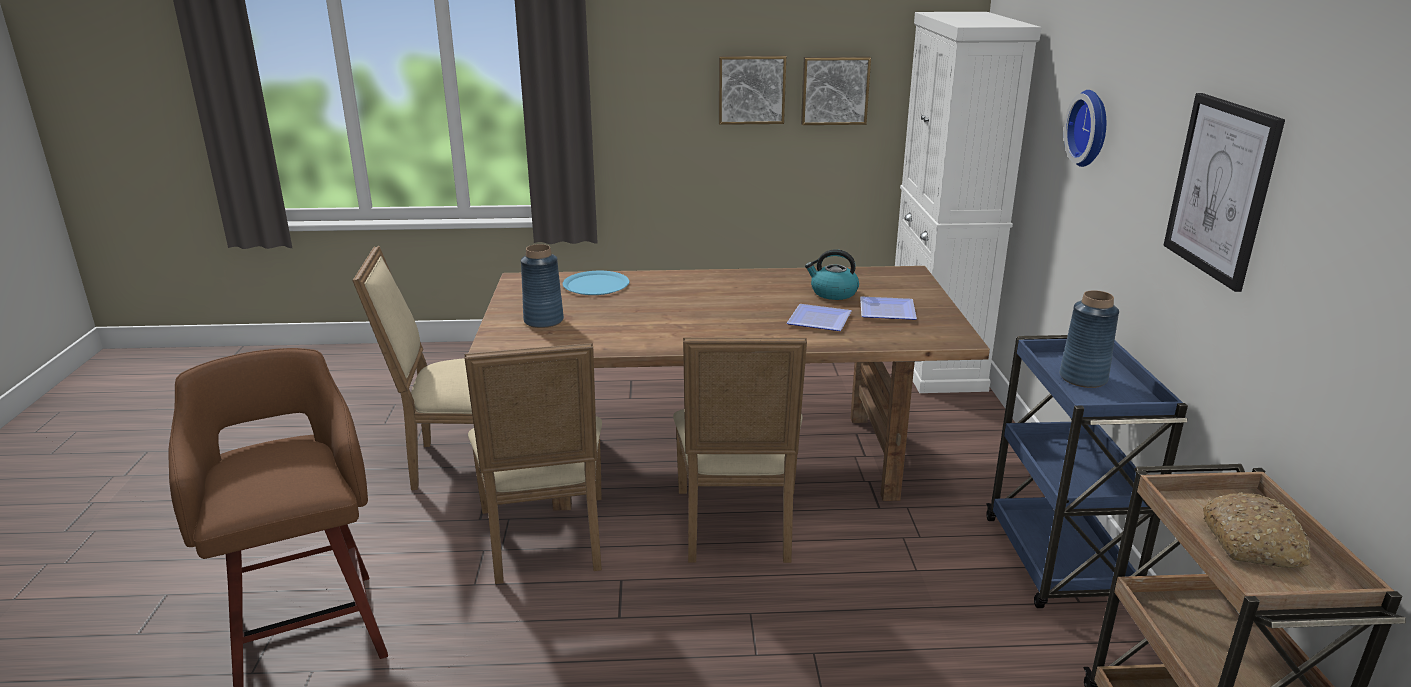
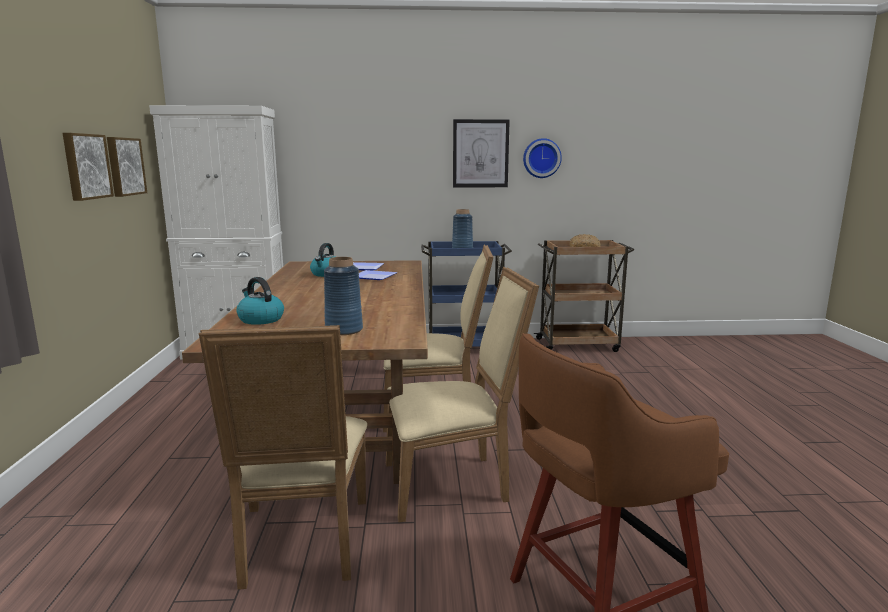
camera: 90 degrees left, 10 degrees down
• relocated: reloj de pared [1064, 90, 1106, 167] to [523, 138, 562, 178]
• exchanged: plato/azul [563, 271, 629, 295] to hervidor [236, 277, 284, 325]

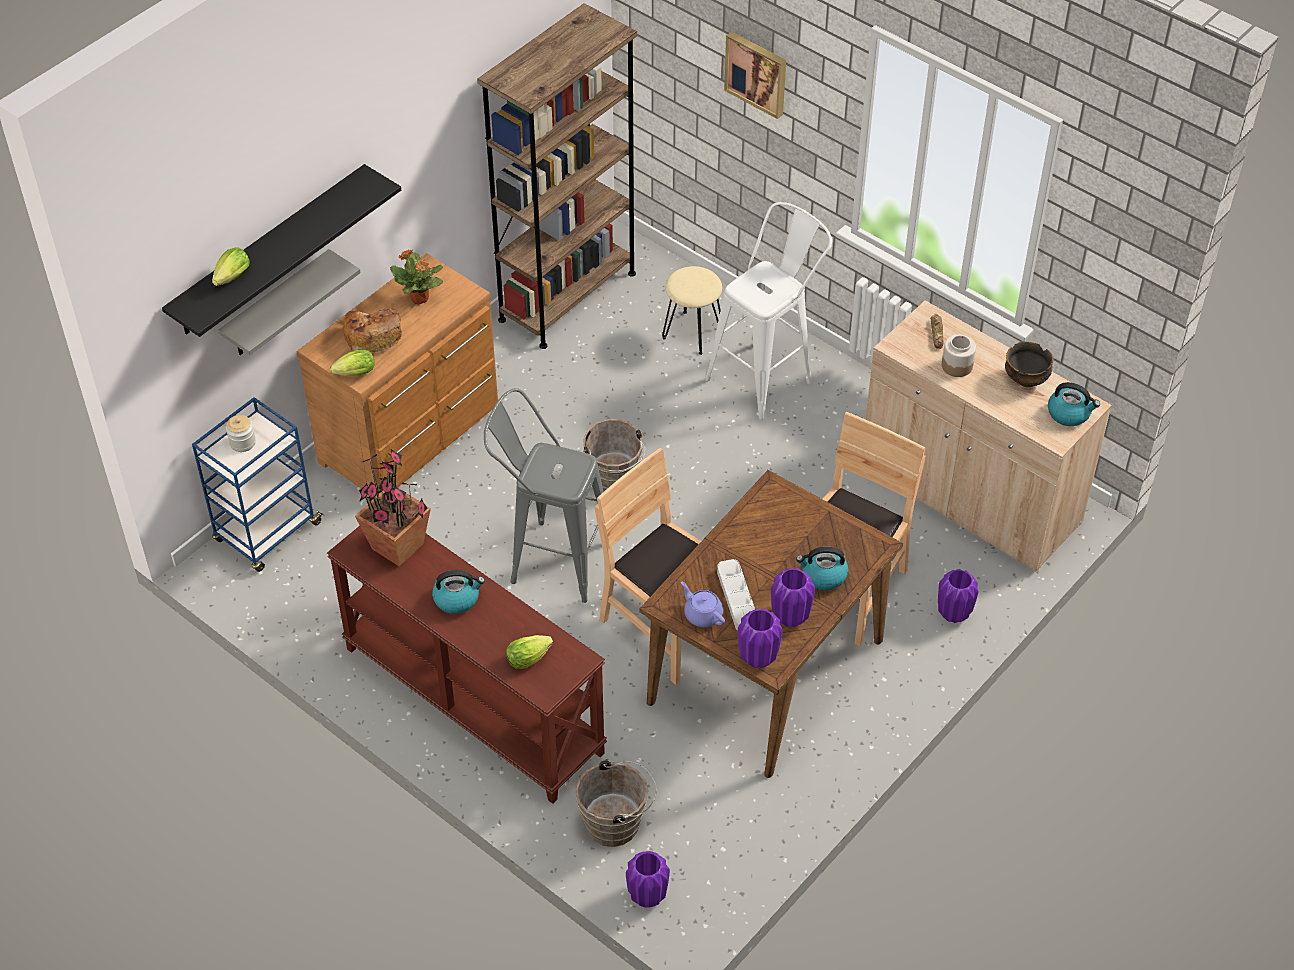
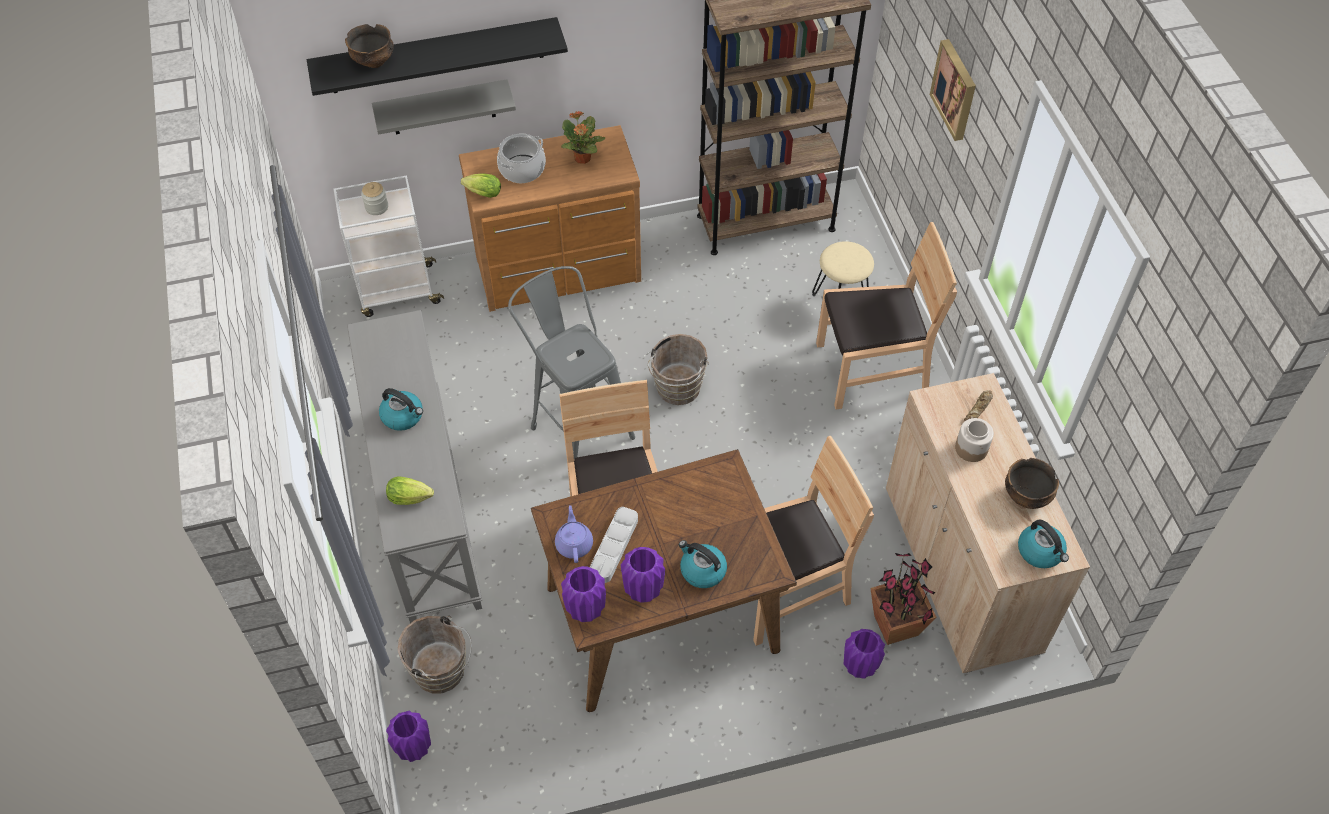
camera: 35 degrees right, 5 degrees up
• relocated: planta en maceta [355, 449, 431, 567] to [870, 553, 937, 645]
• exchanged: lechuga [212, 247, 250, 286] to cuenco [345, 24, 394, 68]
• exchanged: pan [343, 308, 402, 353] to olla [497, 134, 546, 183]
• exchanged: taburete/blanco [705, 202, 832, 420] to silla/marrón [816, 222, 957, 410]
• colour: carrito/azul [192, 397, 325, 572] to carrito/blanco [334, 175, 444, 317]
• colour: mesa consola/marrón [327, 526, 607, 804] to mesa consola/gris [347, 310, 482, 623]

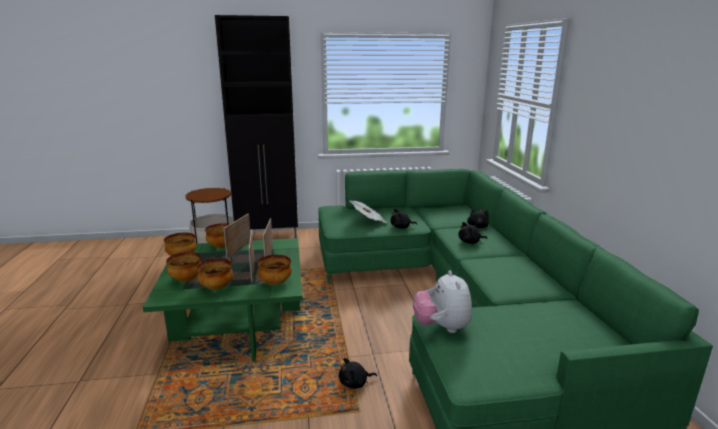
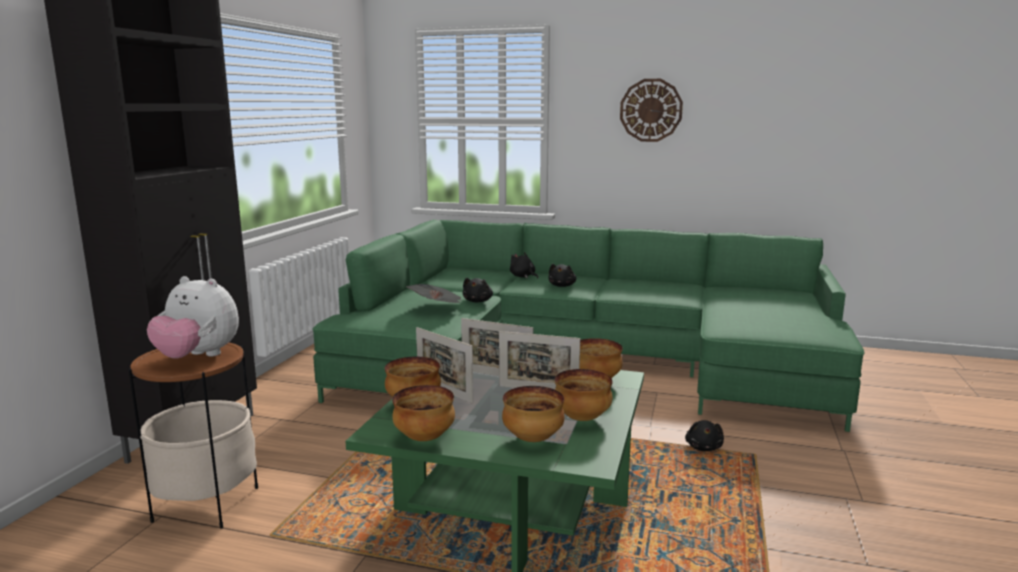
camera: 65 degrees left, 5 degrees down
• appeared: reloj de pared [620, 79, 683, 142]
• relocated: peluche [413, 271, 472, 333] to [147, 276, 239, 359]

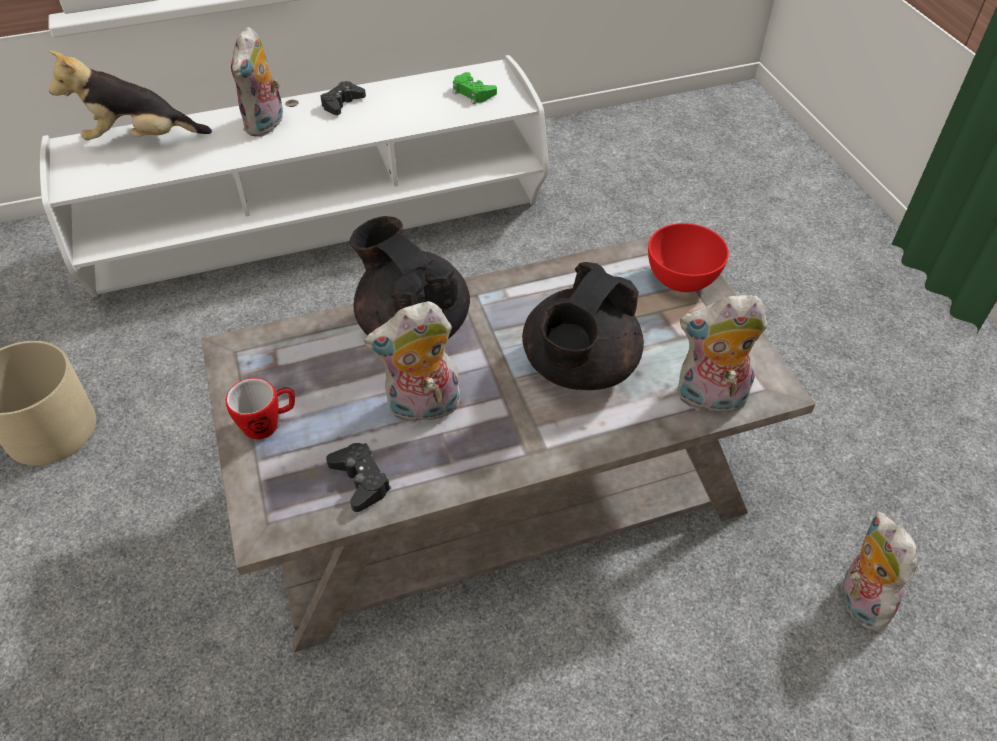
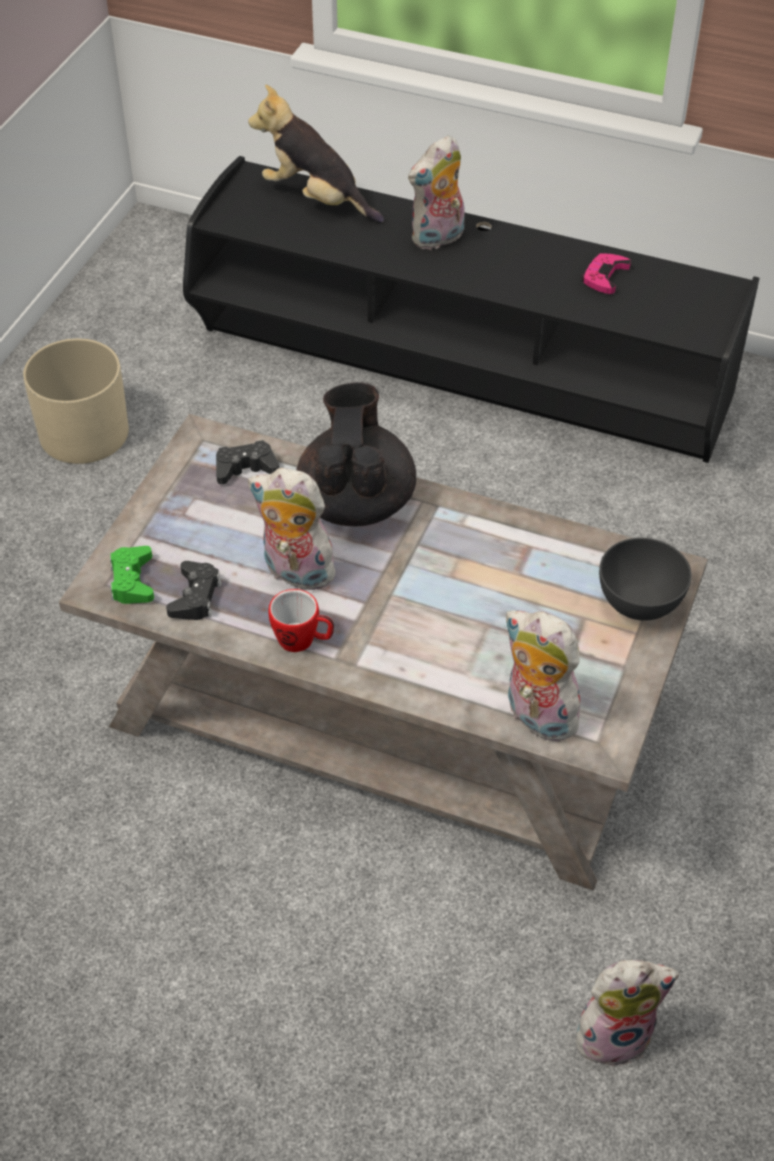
camera: 40 degrees right, 0 degrees up
• missing: tetera/negro [522, 262, 644, 390]
• appeared: mando de consola/rosa [582, 253, 631, 294]
• relocated: taza grande [226, 378, 295, 440] to [268, 589, 334, 652]
• relocated: mando de consola/negro [321, 81, 366, 115] to [216, 440, 279, 484]
• relocated: mando de consola/verde [453, 72, 497, 104] to [110, 546, 154, 604]
• colour: mueble de televisión/blanco [40, 55, 549, 297] to mueble de televisión/negro [183, 156, 759, 463]
• colour: cuenco/rojo [648, 223, 729, 292] to cuenco/gris [599, 538, 692, 621]
• spun: peluche [841, 511, 919, 632] = [576, 960, 679, 1069] 45 degrees clockwise

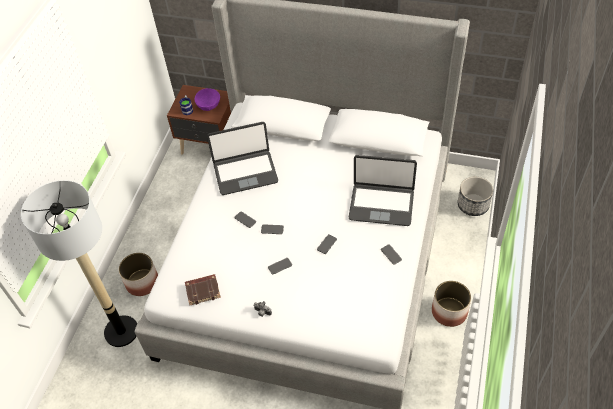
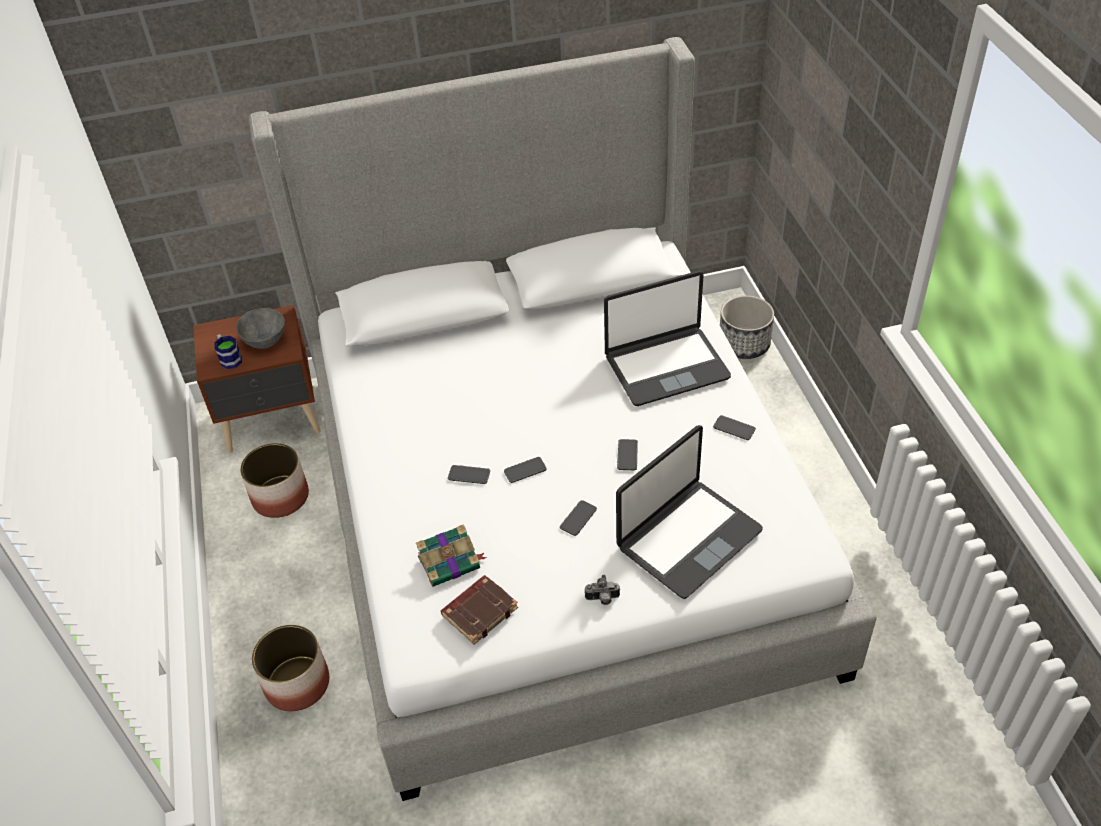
camera: 30 degrees left, 5 degrees down
• missing: lámpara de pie [21, 180, 137, 347]
• appeared: libro [416, 524, 487, 587]
• relocated: portátil [207, 122, 278, 195] to [616, 425, 763, 599]
• relocated: maceta [432, 281, 471, 327] to [240, 443, 309, 518]
• colour: cuenco/morado [195, 88, 220, 111] to cuenco/gris [236, 308, 285, 349]

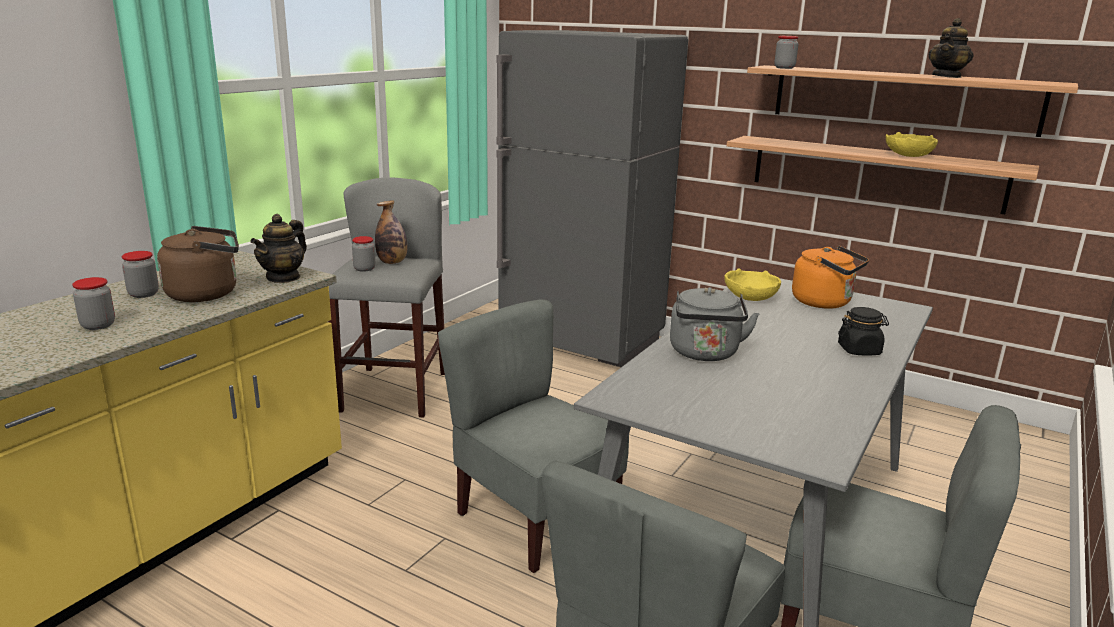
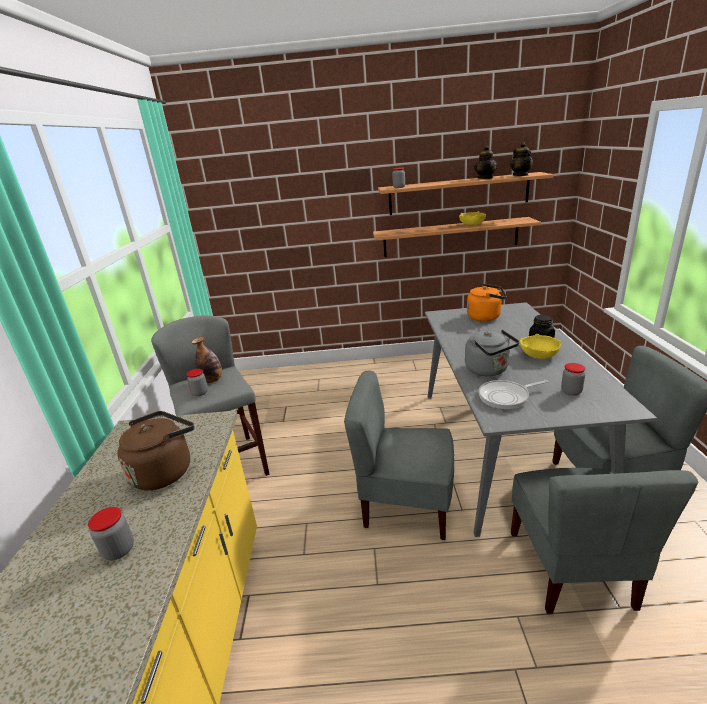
camera: 30 degrees left, 5 degrees up
• missing: nevera/gris [496, 30, 688, 367]
• appeared: sartén [478, 380, 548, 409]
• relocated: tarro [122, 251, 159, 298] to [561, 363, 586, 396]
• relocated: tetera [250, 214, 307, 283] to [510, 142, 533, 176]
• relocated: cuenco/amarillo [724, 268, 781, 301] to [520, 334, 561, 359]

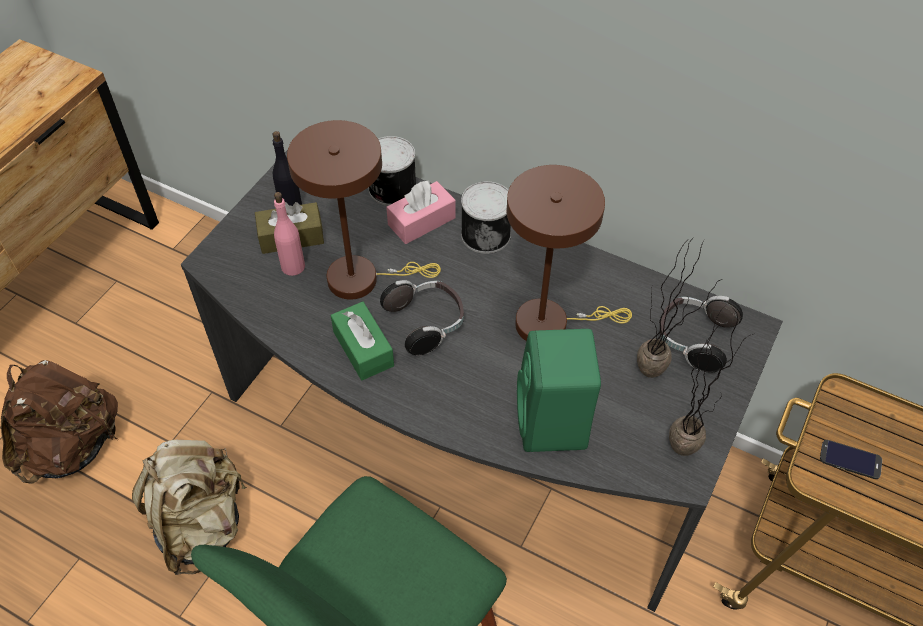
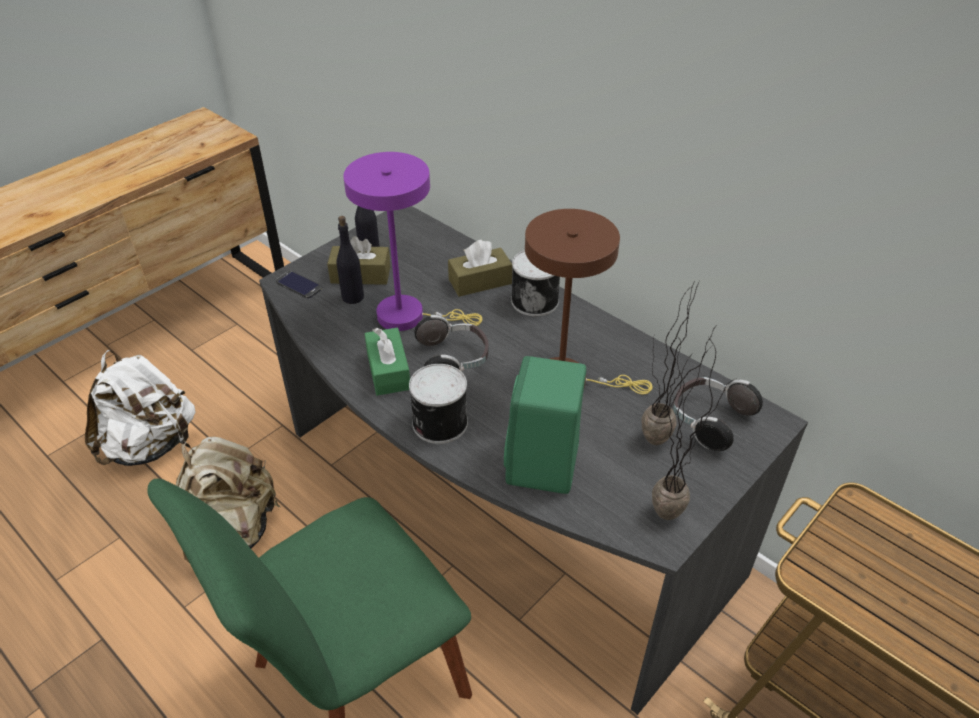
camera: 15 degrees right, 10 degrees down
• relocated: lata [369, 136, 416, 206] to [409, 364, 468, 444]
• relocated: móvil [820, 440, 882, 479] to [276, 271, 322, 298]
• colour: mochila/marrón [1, 360, 118, 484] to mochila/blanco [85, 350, 196, 466]
• colour: botella/rosa [274, 192, 305, 276] to botella/negro [336, 216, 364, 304]
• colour: lámpara de mesa/marrón [287, 120, 441, 300] to lámpara de mesa/morado [343, 152, 482, 331]
• colour: caja de pañuelos/rosa [386, 180, 456, 244] to caja de pañuelos/marrón [448, 240, 512, 297]

